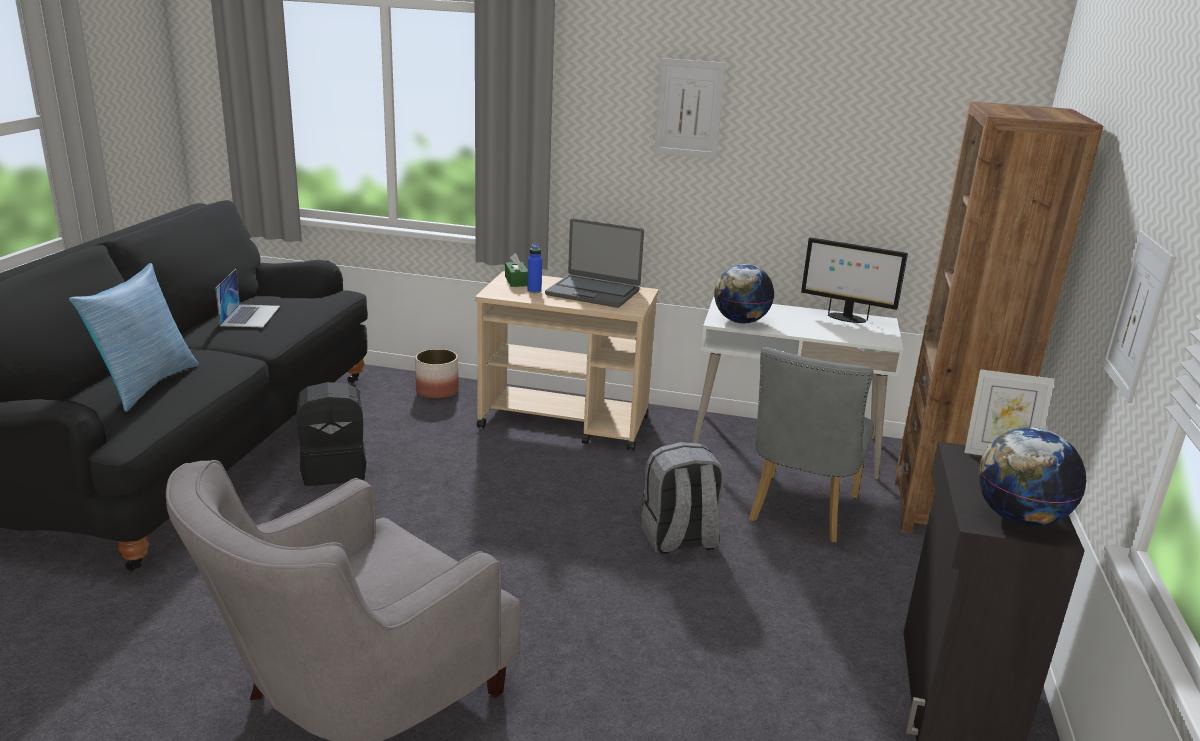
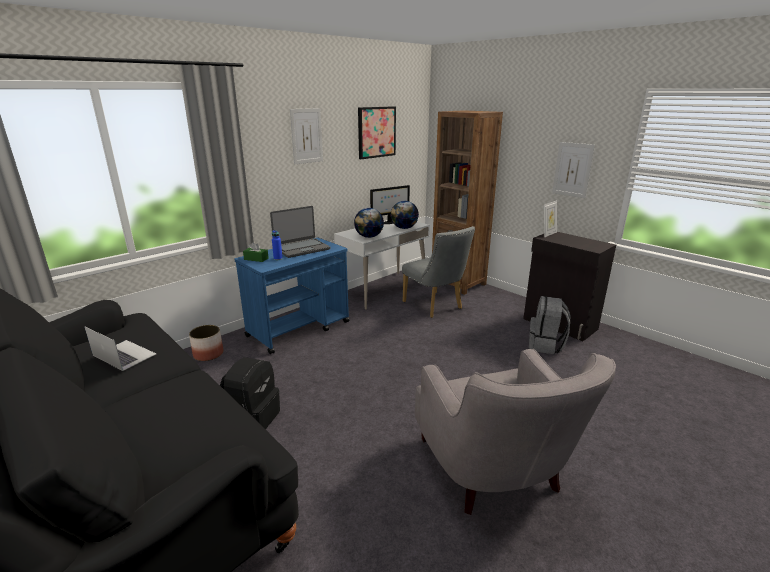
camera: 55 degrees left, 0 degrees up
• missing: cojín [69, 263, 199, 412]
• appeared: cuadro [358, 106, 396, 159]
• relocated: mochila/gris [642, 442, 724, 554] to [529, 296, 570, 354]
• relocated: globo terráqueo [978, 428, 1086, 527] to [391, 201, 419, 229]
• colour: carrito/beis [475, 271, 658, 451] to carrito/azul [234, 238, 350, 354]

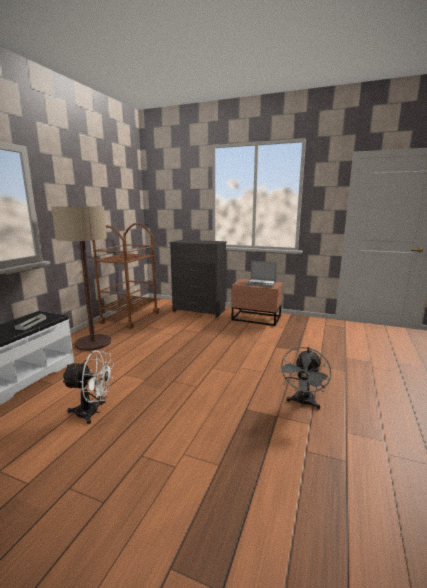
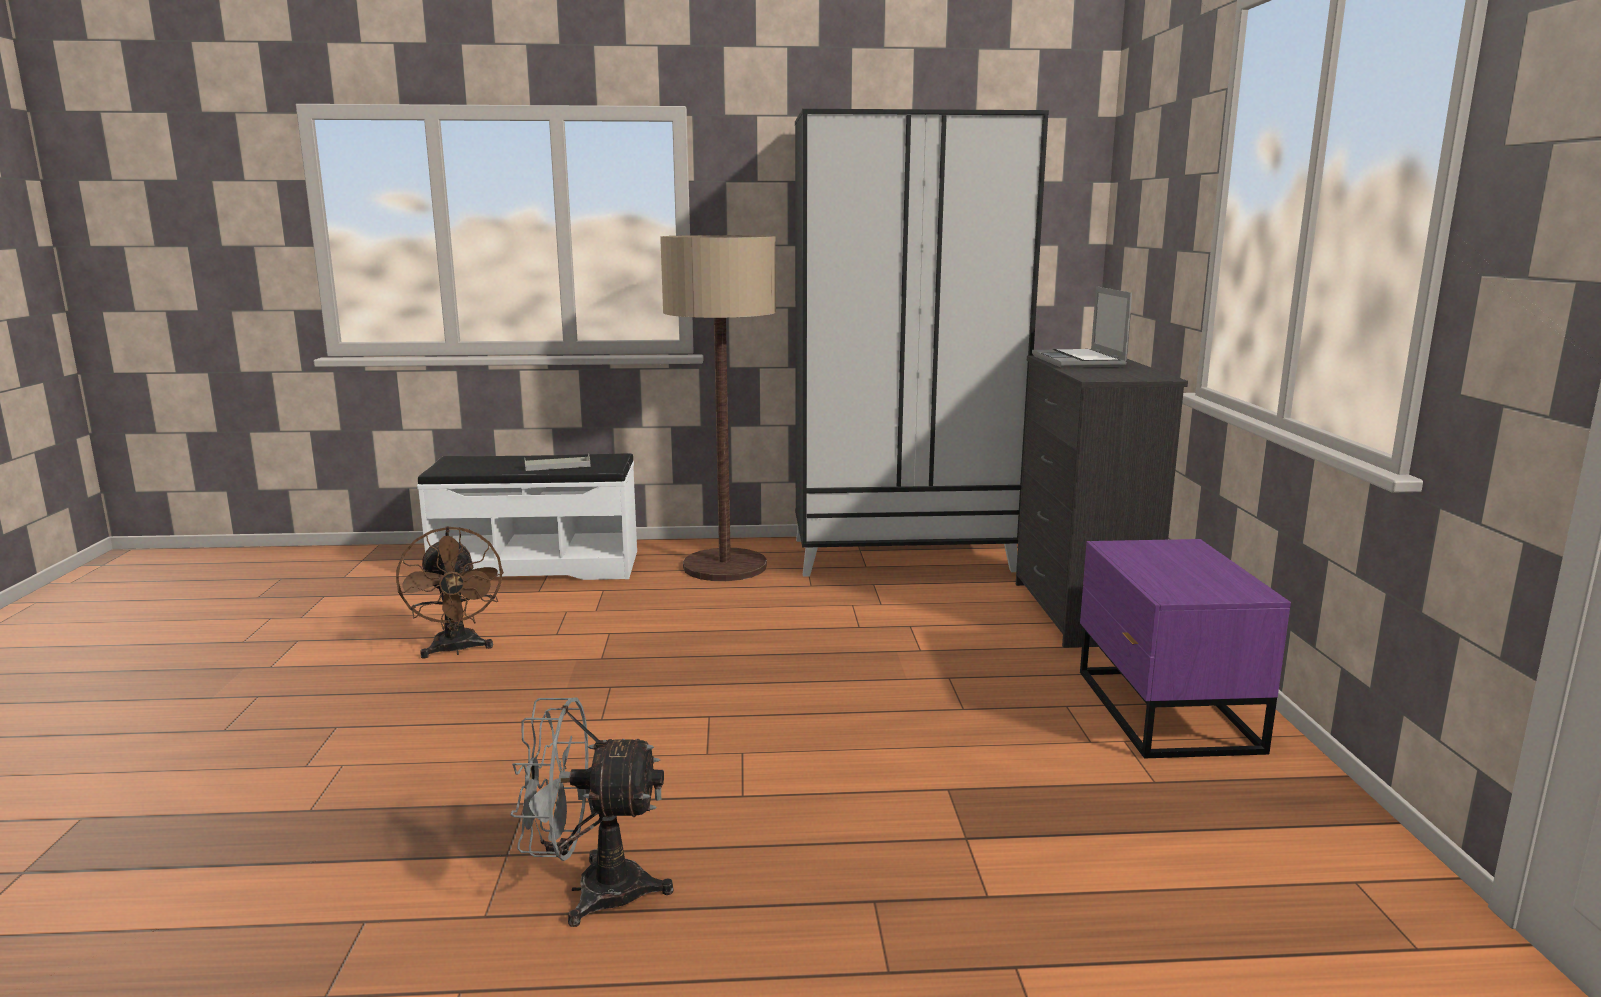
camera: 65 degrees right, 0 degrees up
• relocated: portátil [246, 261, 277, 287] to [1032, 286, 1132, 368]
• exchanged: carrito/marrón [92, 223, 159, 329] to armario ropero/negro [795, 109, 1049, 577]
• colour: ventilador/blanco [61, 350, 114, 424] to ventilador/marrón [396, 526, 504, 658]
• colour: mesita de noche/marrón [231, 279, 283, 326] to mesita de noche/morado [1080, 539, 1291, 758]

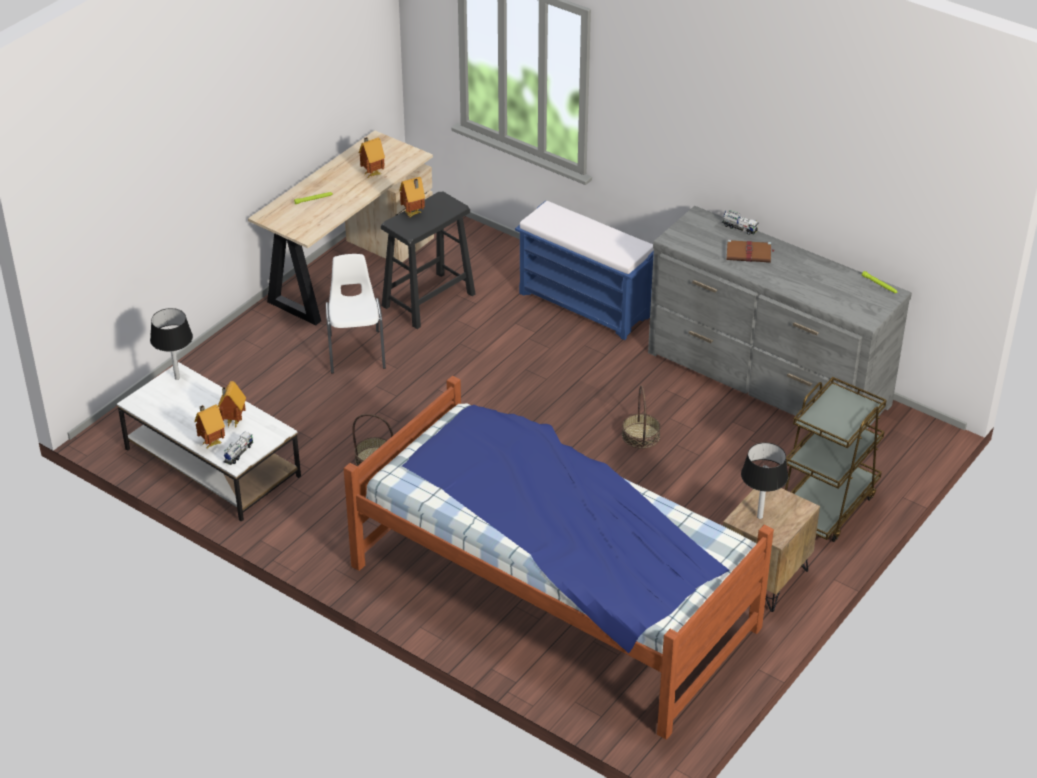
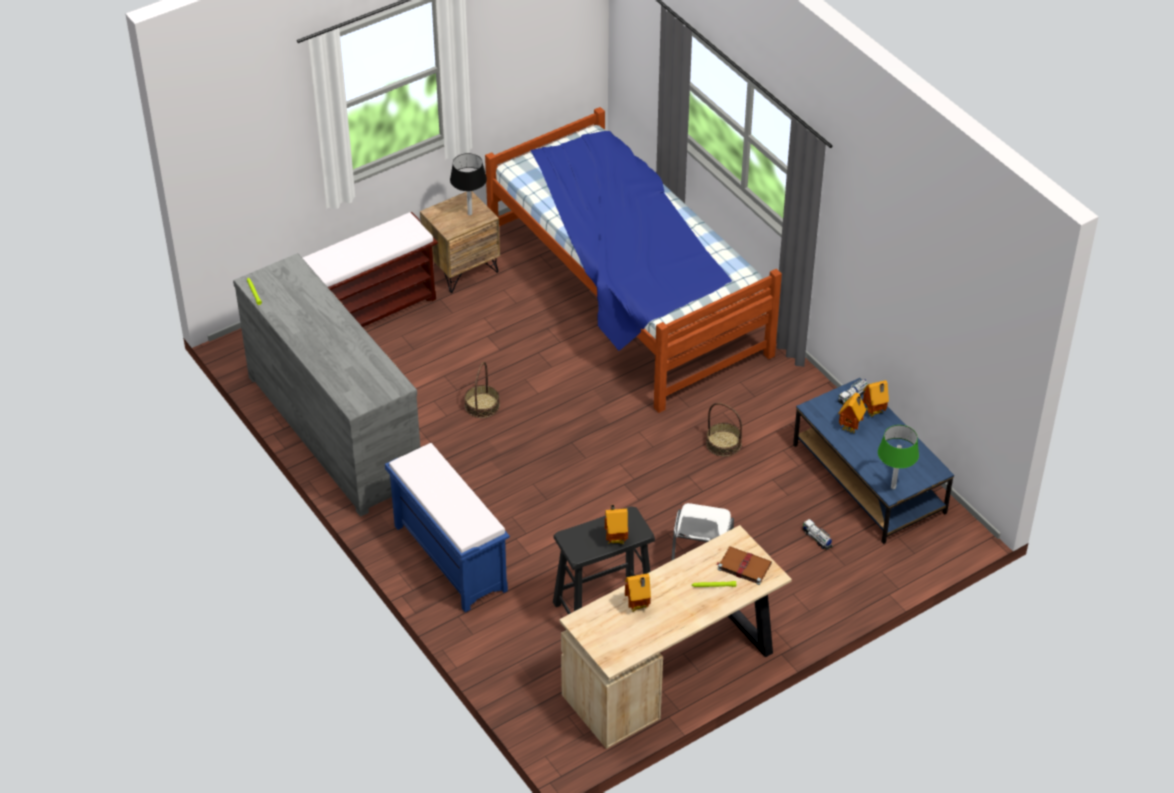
camera: 160 degrees left, 5 degrees up
• relocated: camión de juguete [721, 210, 759, 235] to [803, 519, 833, 550]
• relocated: libro/marrón [726, 239, 775, 263] to [716, 546, 772, 585]
• exchanged: carrito/marrón [785, 377, 887, 542] to banco/marrón [303, 212, 438, 327]
• colour: mesa de centro/blanco [117, 362, 301, 522] to mesa de centro/azul [793, 378, 954, 544]
• colour: lámpara de mesa/negro [150, 308, 193, 380] to lámpara de mesa/verde [878, 425, 919, 489]

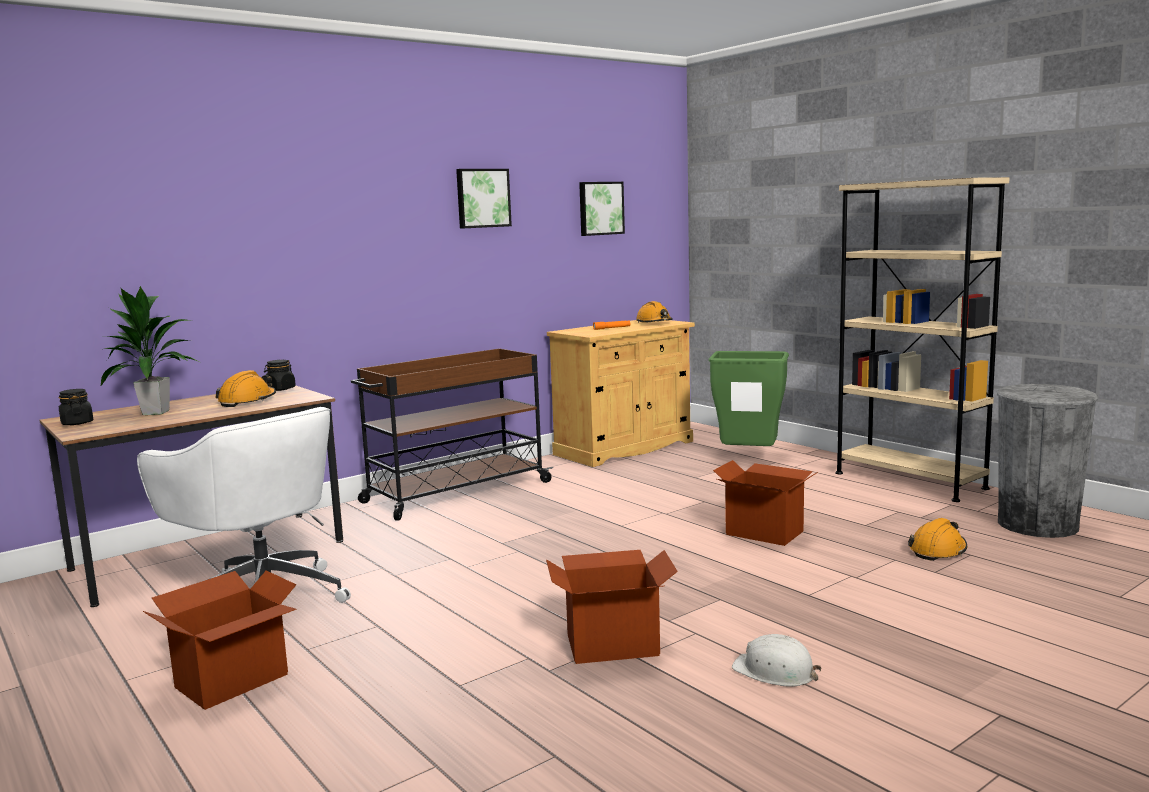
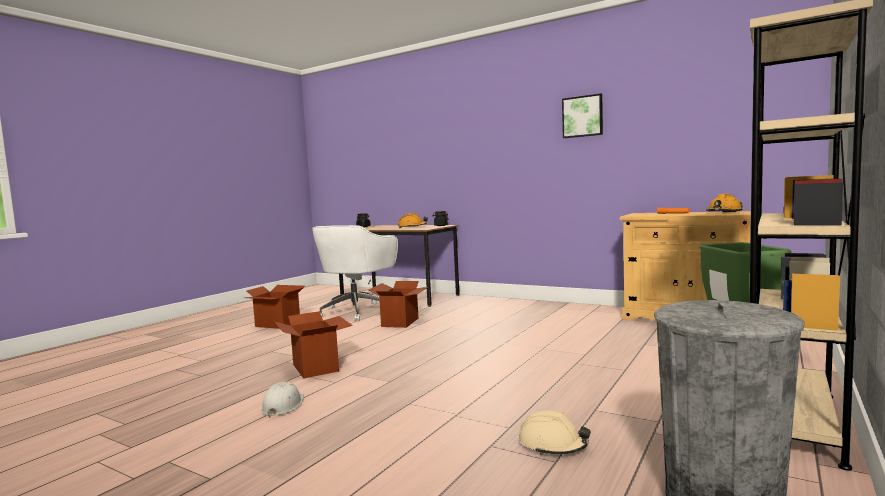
camera: 70 degrees right, 5 degrees down
• missing: planta en maceta [100, 286, 199, 415]
• missing: carrito/marrón [351, 348, 553, 521]
• missing: cuadro [579, 182, 625, 236]
• relocated: caja de cartón [713, 460, 818, 546] to [368, 281, 428, 328]
• colour: casco/naranja [908, 518, 967, 561] to casco/beis [518, 410, 591, 455]

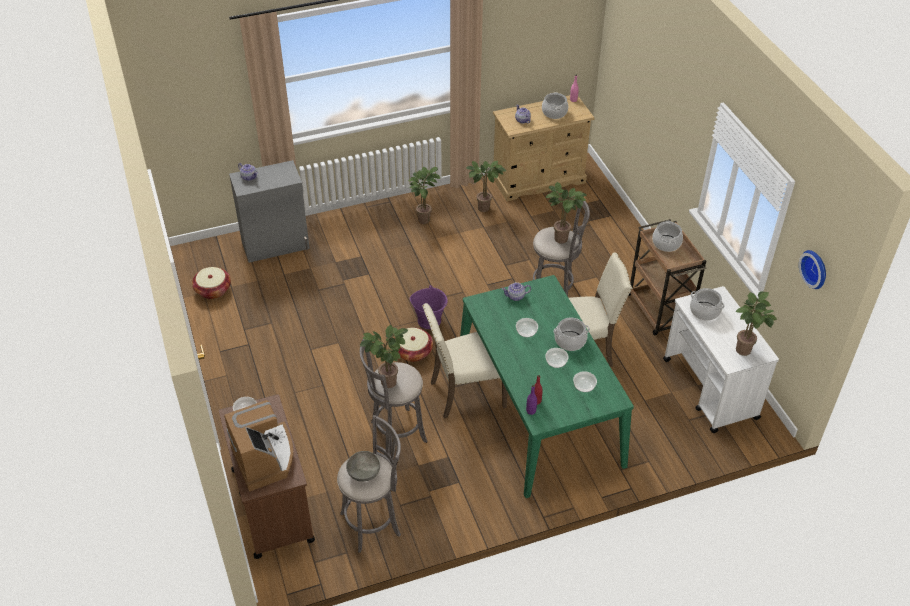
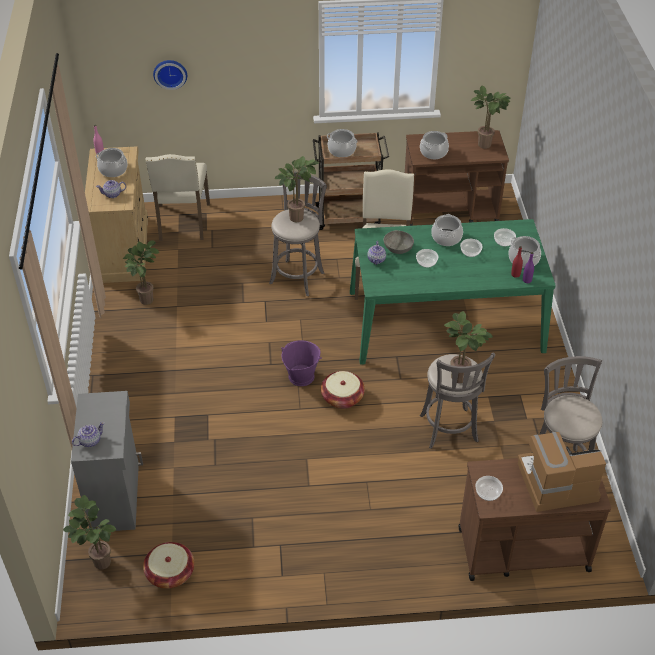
camera: 75 degrees left, 0 degrees up
• appeared: olla [508, 236, 541, 268]
• relocated: cuenco/gris [346, 451, 380, 482] to [383, 230, 414, 254]
• relocated: planta en maceta [408, 167, 440, 224] to [63, 495, 116, 570]
• relocated: silla/beis [422, 303, 507, 418] to [145, 154, 210, 241]
• relocated: reloj de pared [799, 250, 826, 289] to [153, 60, 187, 90]
• colour: carrito/blanco [663, 286, 779, 433] to carrito/marrón [405, 130, 509, 226]

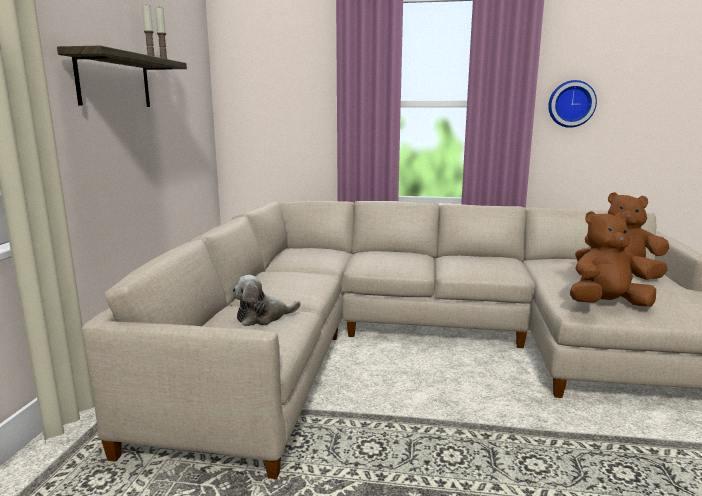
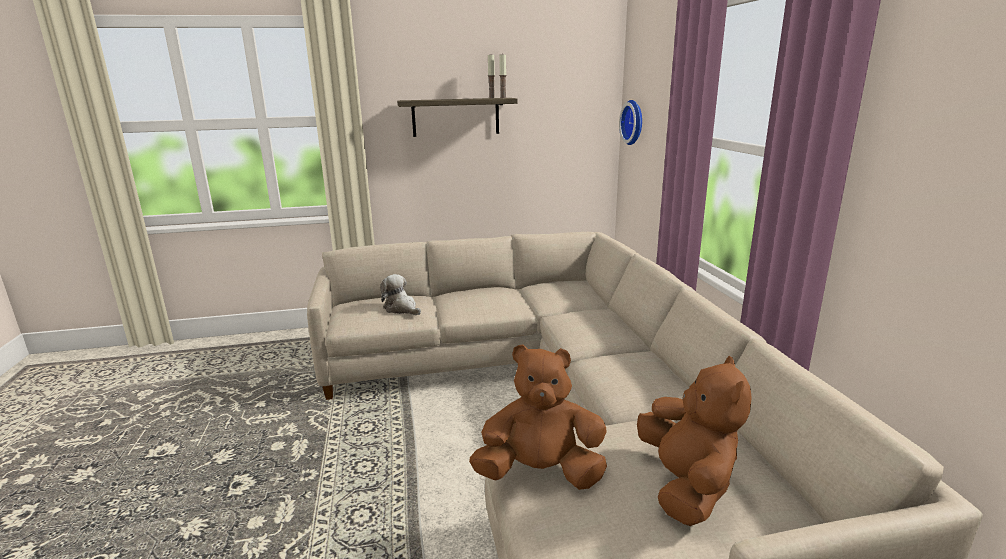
camera: 70 degrees right, 5 degrees up
• relocated: reloj de pared [548, 80, 597, 128] to [619, 100, 642, 145]
• spun: peluche/marrón [570, 211, 656, 307] = [469, 344, 607, 490] 60 degrees counterclockwise

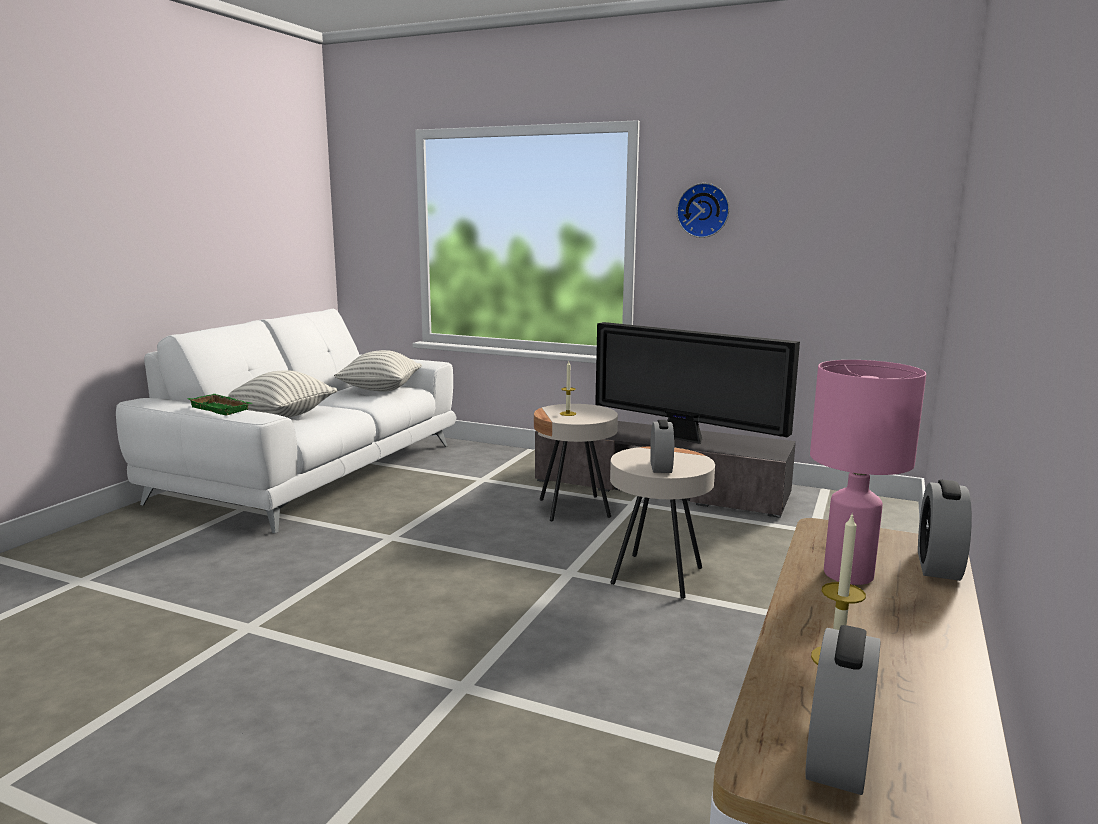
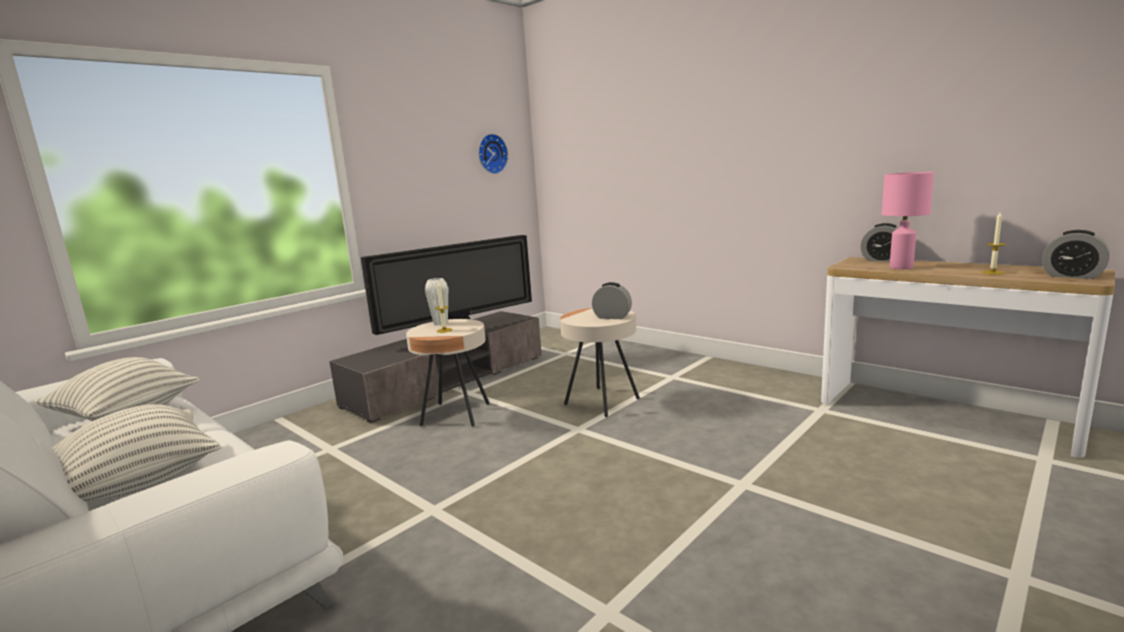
camera: 70 degrees left, 0 degrees up
• missing: bandeja/verde [187, 394, 252, 416]
• appeared: florero/blanco [425, 278, 448, 325]
• relocated: reloj de pared [676, 183, 729, 238] to [478, 134, 508, 174]

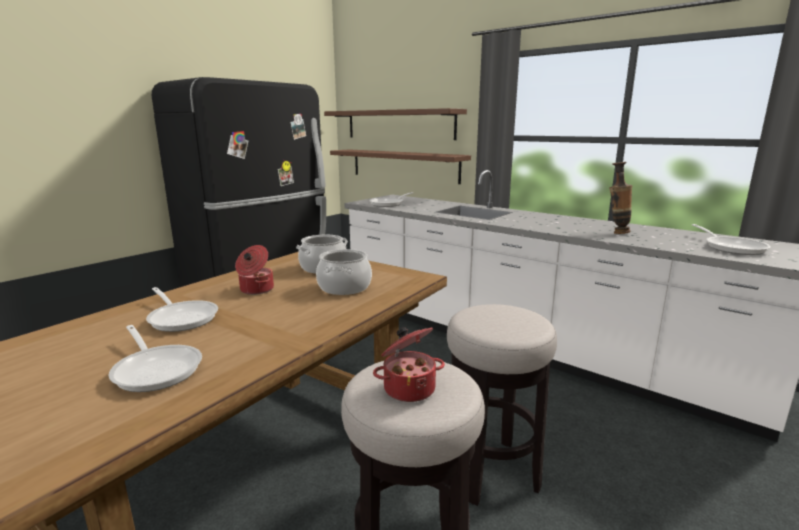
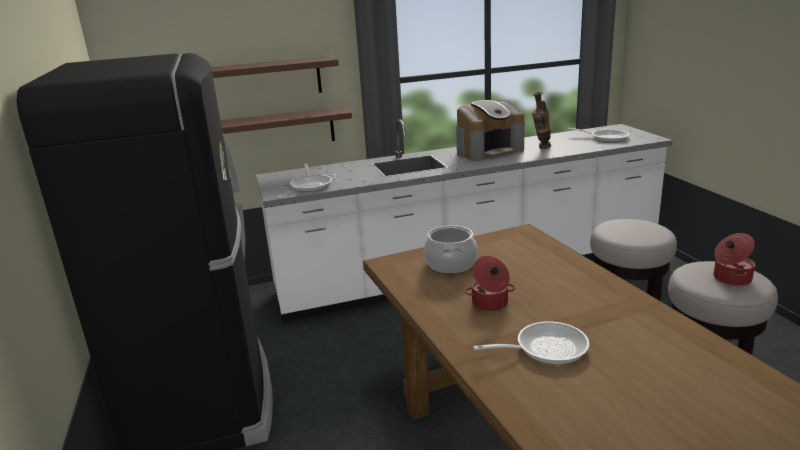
camera: 55 degrees left, 5 degrees up
• missing: sartén [108, 325, 202, 392]
• missing: olla [316, 249, 372, 295]
• appeared: cafetera [456, 100, 525, 161]

